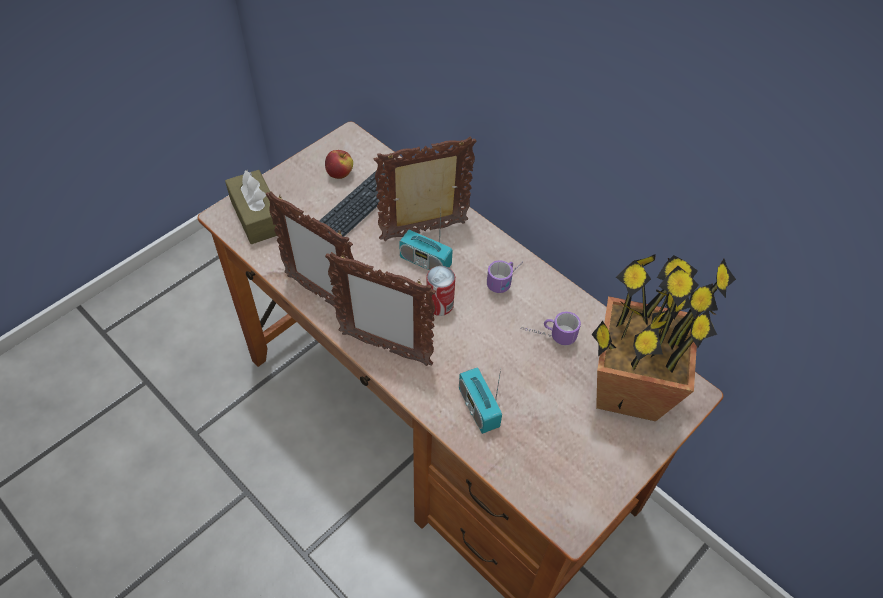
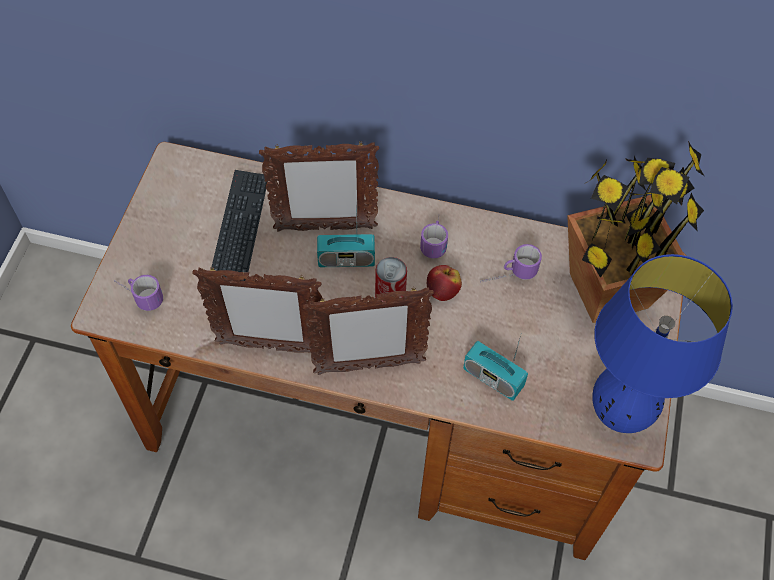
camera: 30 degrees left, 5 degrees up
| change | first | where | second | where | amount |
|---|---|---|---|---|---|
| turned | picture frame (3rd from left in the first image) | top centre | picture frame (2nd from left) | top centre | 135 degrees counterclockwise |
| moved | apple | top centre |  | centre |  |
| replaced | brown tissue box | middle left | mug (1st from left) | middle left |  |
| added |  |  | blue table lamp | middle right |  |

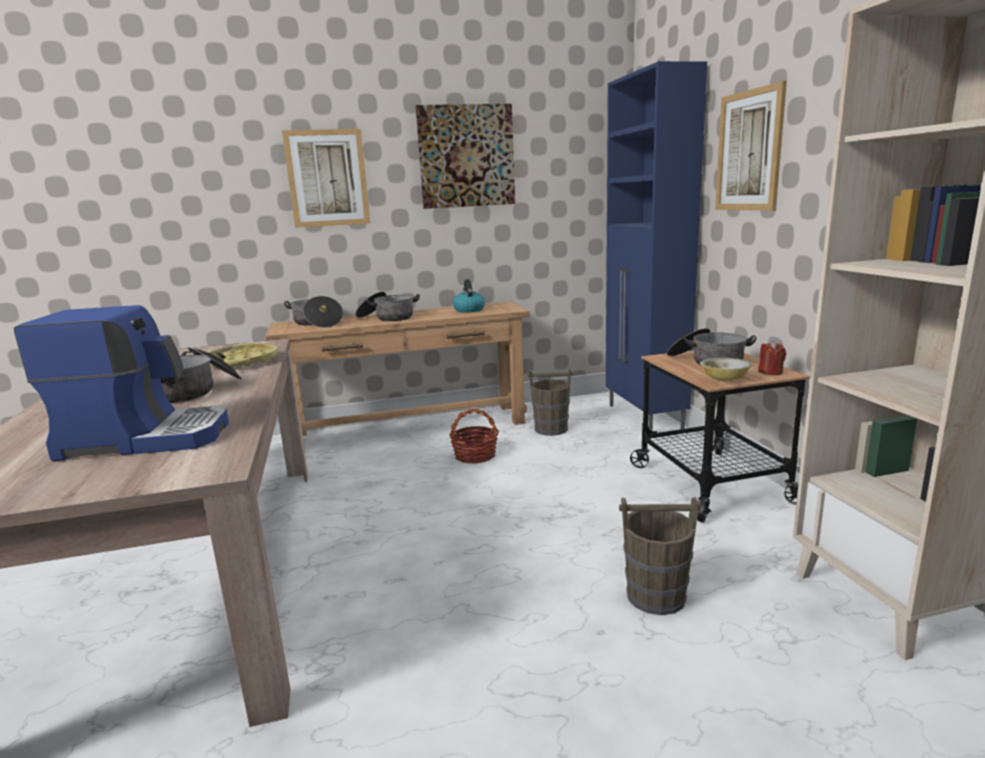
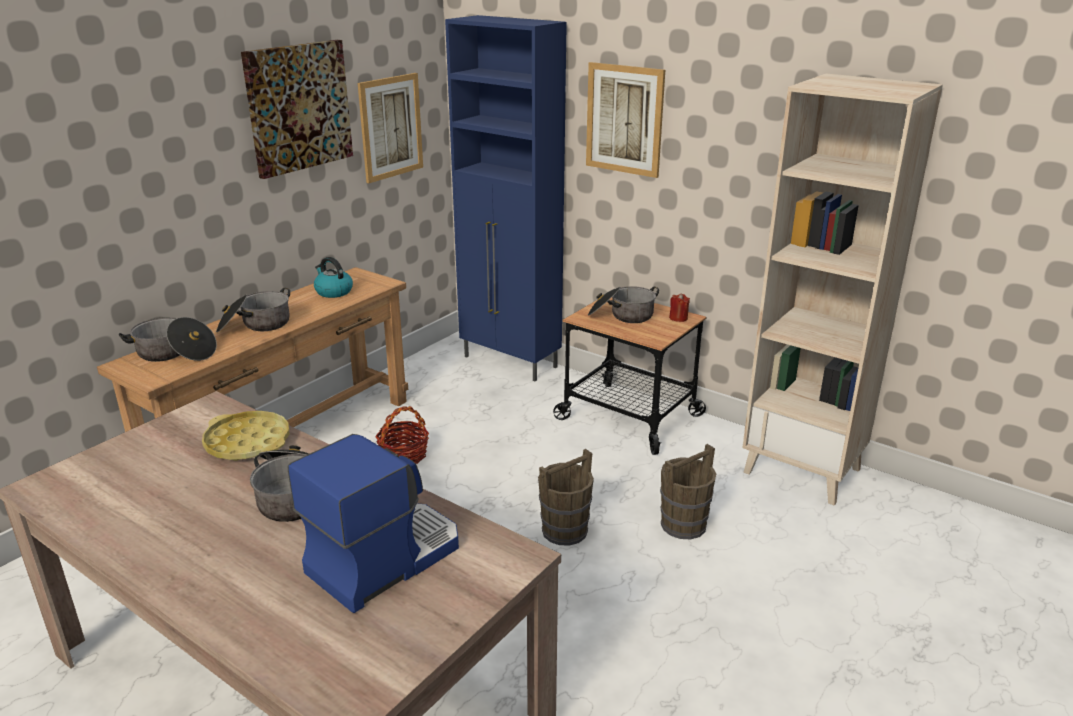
camera: 40 degrees left, 10 degrees up
| change | first | where | second | where | amount |
|---|---|---|---|---|---|
| moved | picture (1st from left in the first image) | top left | picture (2nd from left) | top centre |  |
| removed | bowl | middle right |  |  |  |
| moved | brown bucket (1st from left) | centre |  | bottom centre |  |

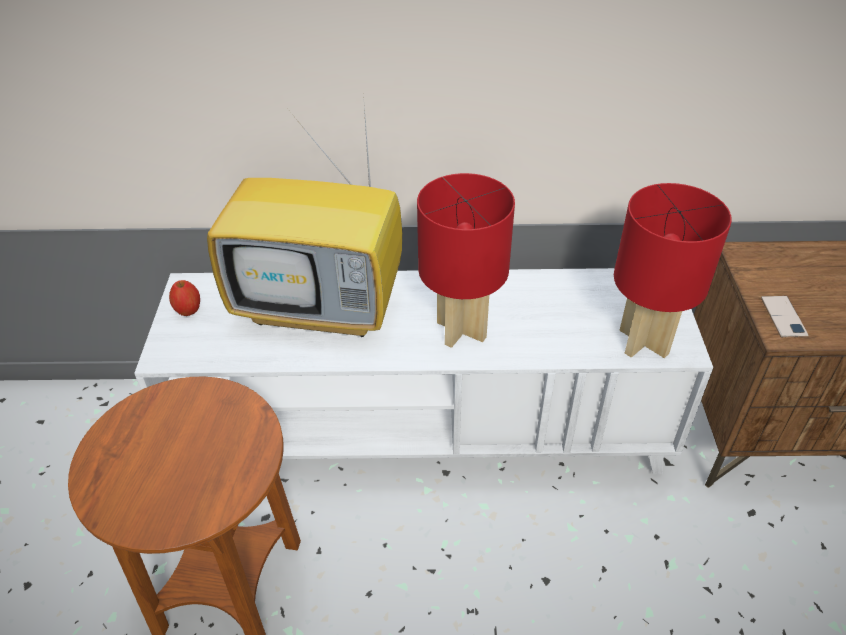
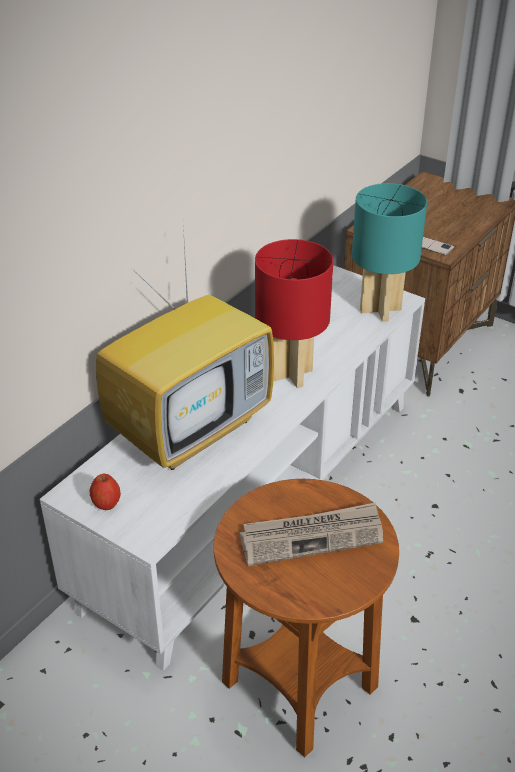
camera: 55 degrees left, 5 degrees down
| change | first | where | second | where | amount |
|---|---|---|---|---|---|
| recoloured | red table lamp (2nd from left) | middle right | turquoise table lamp | top right |  |
| added |  |  | newspaper | bottom centre |  |

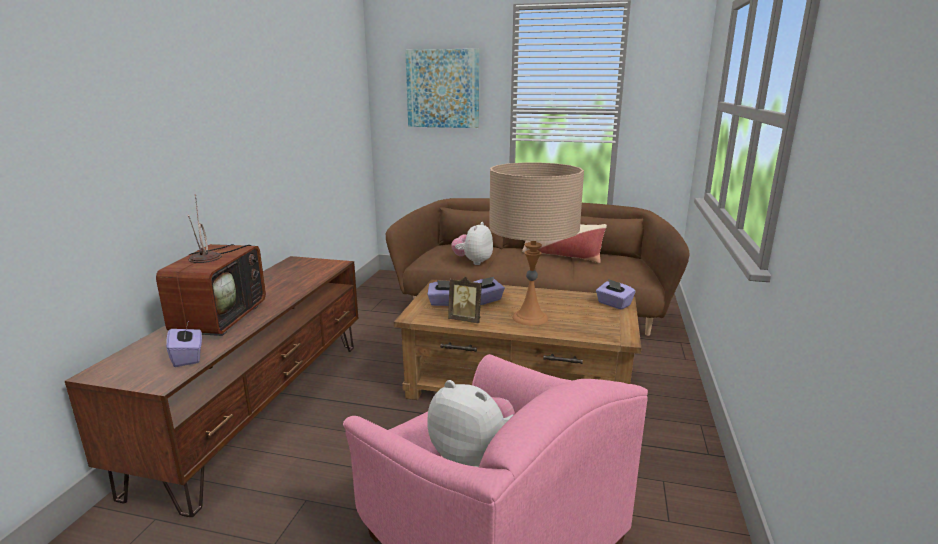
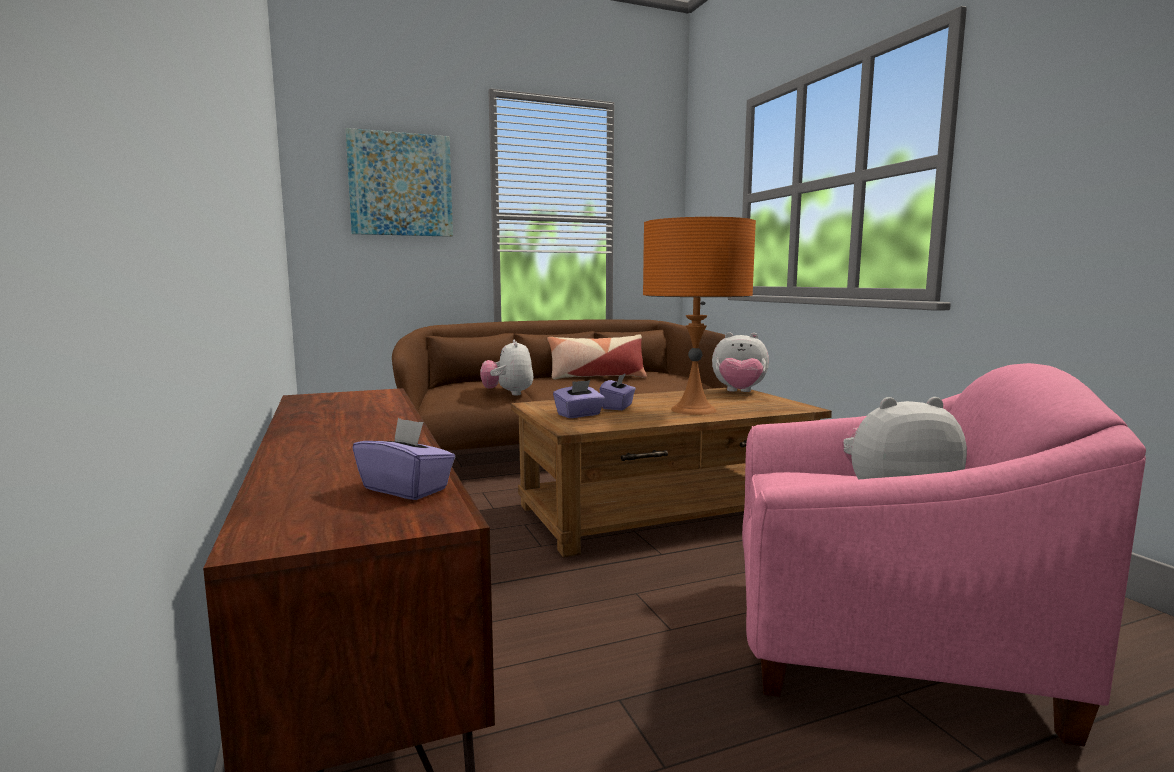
camera: 35 degrees left, 10 degrees down
| change | first | where | second | where | amount |
|---|---|---|---|---|---|
| recoloured | beige table lamp | centre | orange table lamp | centre |  |
| removed | television | middle left |  |  |  |
| removed | picture frame | centre |  |  |  |
| replaced | purple tissue box (4th from left) | centre | plush toy (2nd from left) | centre |  |

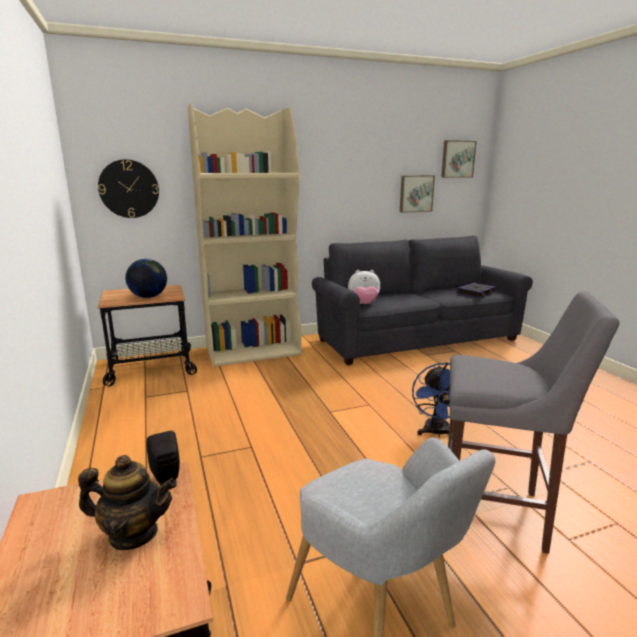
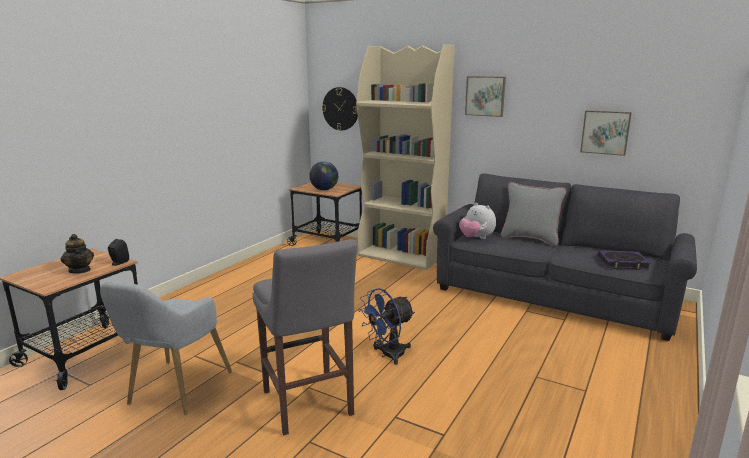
camera: 50 degrees right, 0 degrees up
| change | first | where | second | where | amount |
|---|---|---|---|---|---|
| moved | picture (2nd from left in the first image) | top right | picture (1st from left) | top centre |  |
| added |  |  | grey pillow | middle right |  |

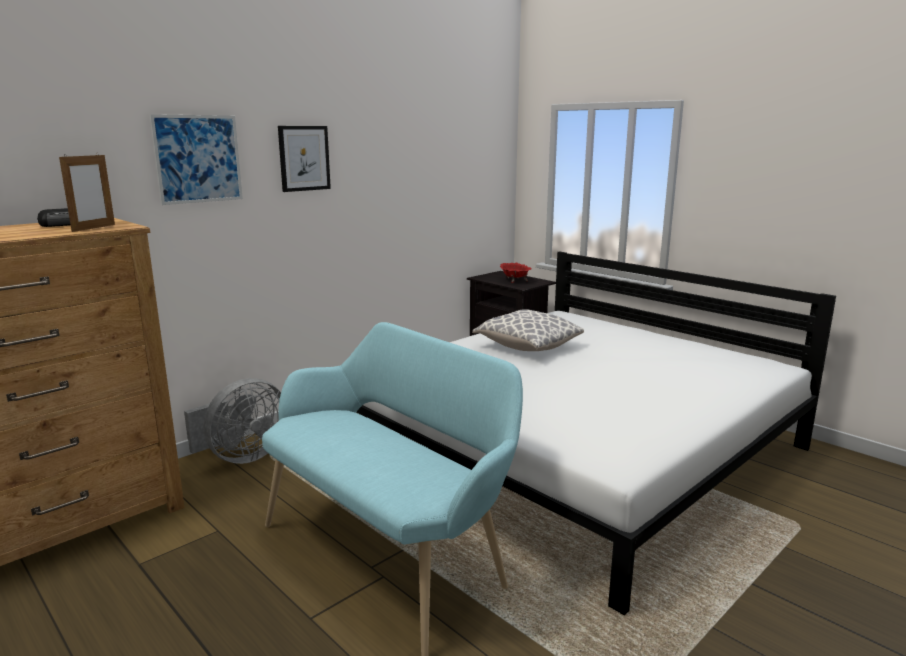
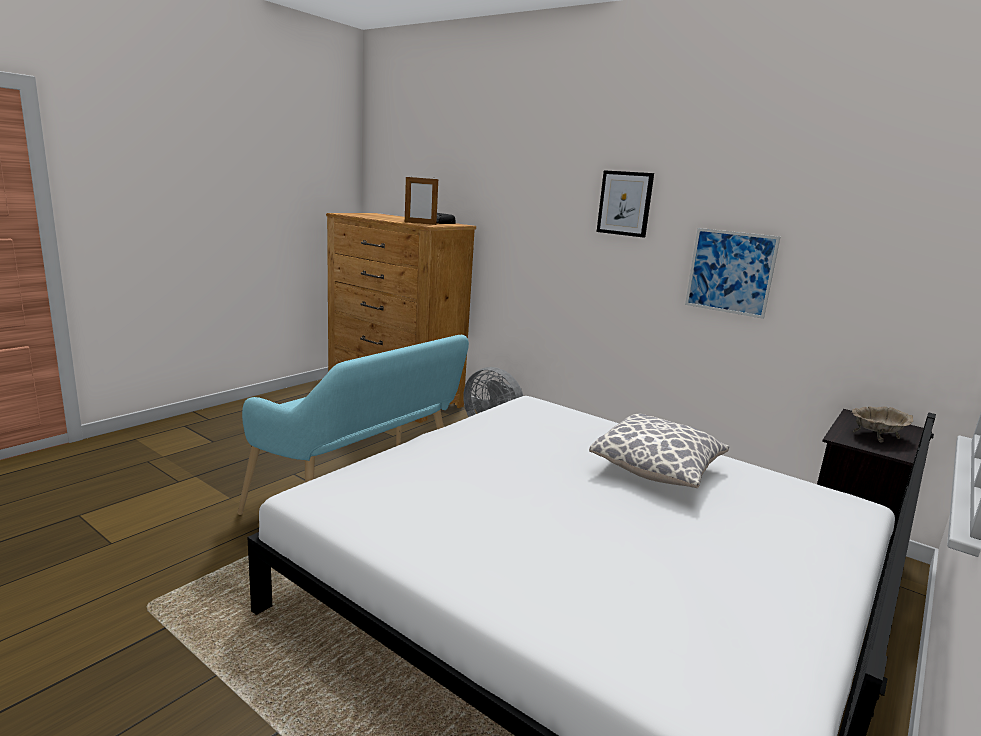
camera: 80 degrees right, 0 degrees up
| change | first | where | second | where | amount |
|---|---|---|---|---|---|
| moved | picture (1st from left in the first image) | top left | picture (2nd from left) | middle right |  |
| recoloured | red bowl | centre | beige bowl | middle right |  |

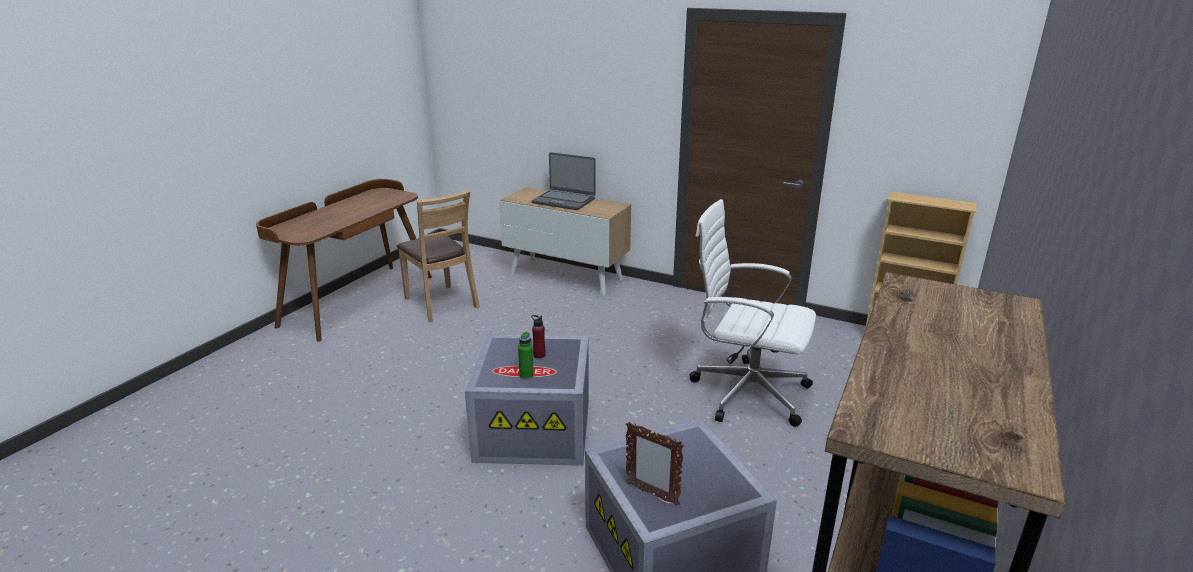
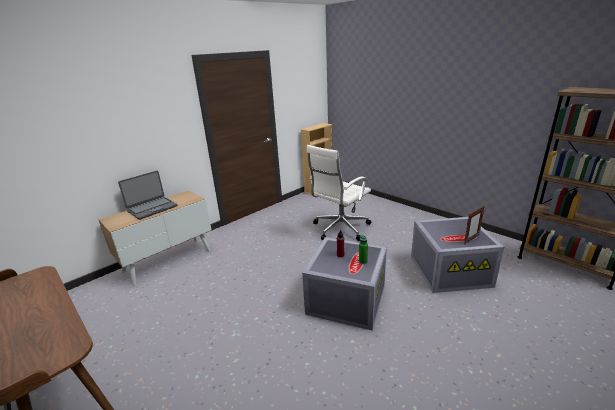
camera: 70 degrees left, 0 degrees up
| change | first | where | second | where | amount |
|---|---|---|---|---|---|
| removed | brown chair | centre |  |  |  |

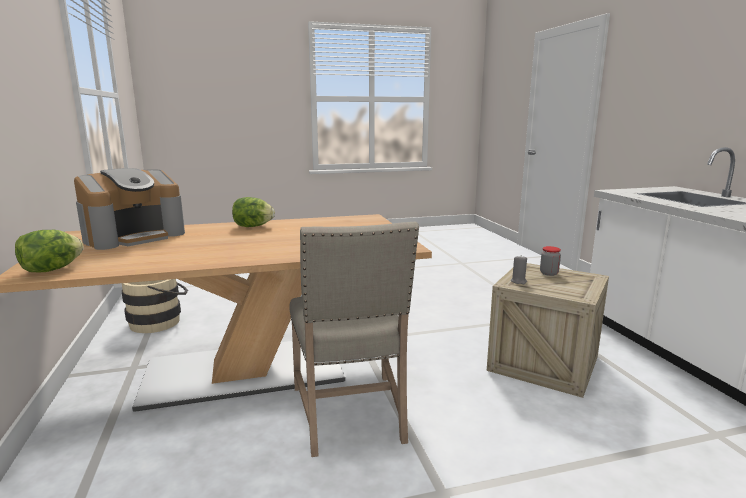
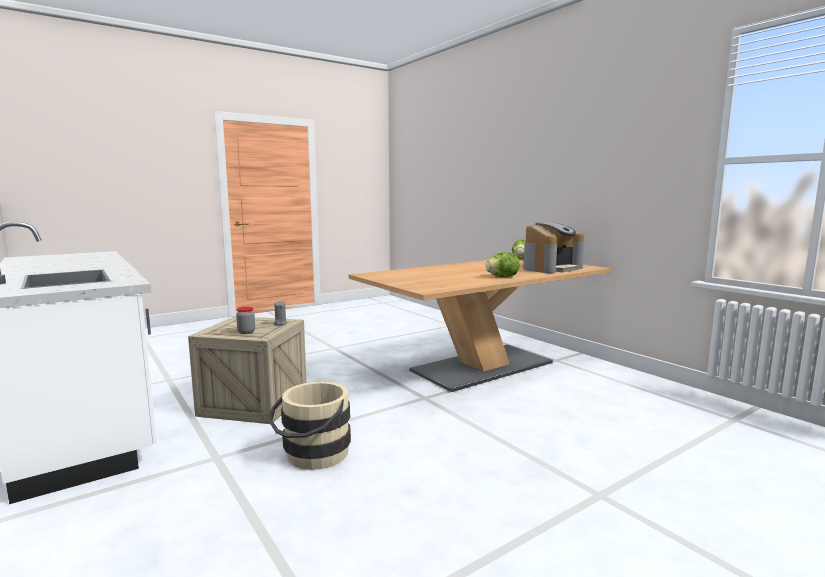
camera: 160 degrees right, 5 degrees down
| change | first | where | second | where | amount |
|---|---|---|---|---|---|
| turned | coffee machine | middle left |  | middle right | 150 degrees counterclockwise |
| removed | beige chair | bottom centre |  |  |  |
| moved | beige bucket | middle left |  | bottom centre |  |

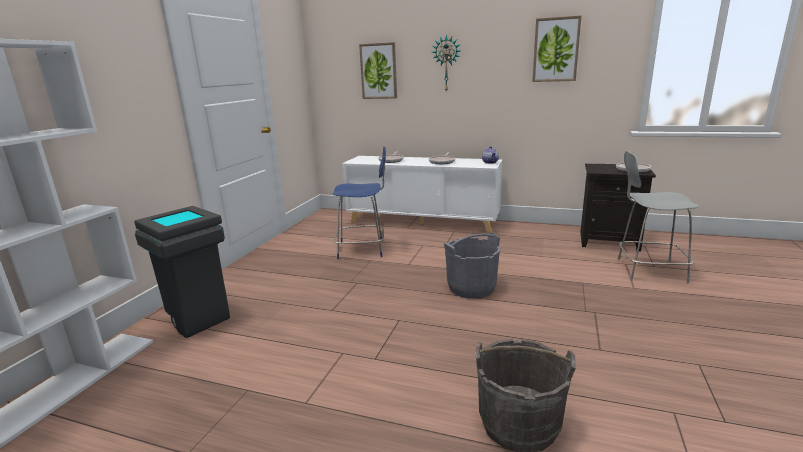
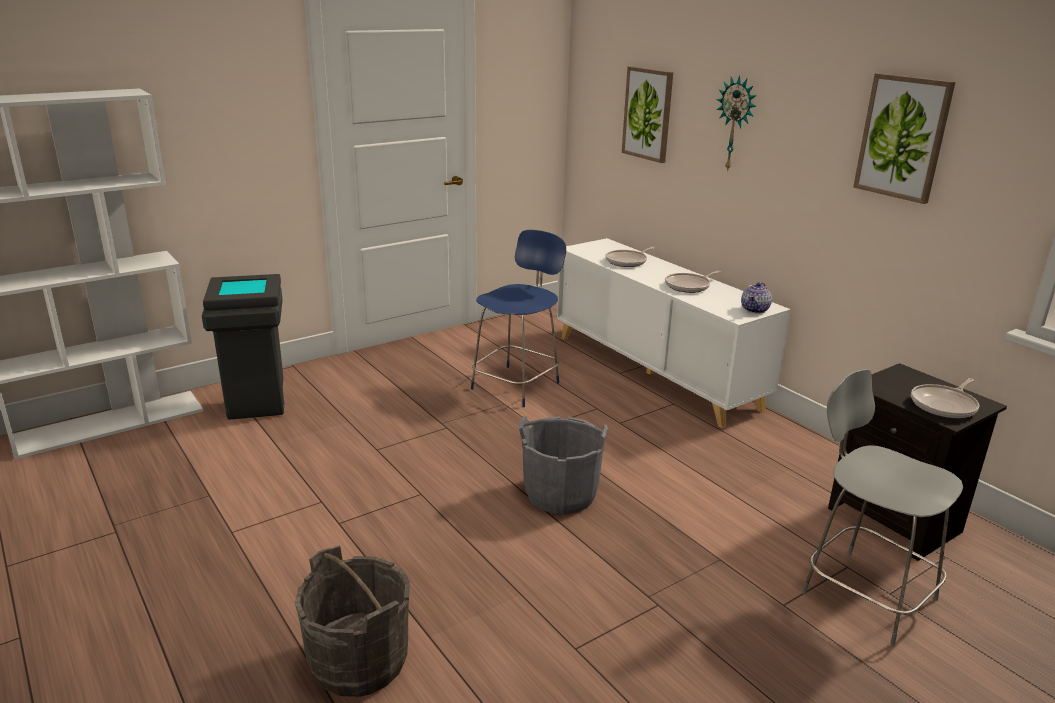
camera: 35 degrees right, 5 degrees up
| change | first | where | second | where | amount |
|---|---|---|---|---|---|
| turned | blue chair | centre |  | centre | 90 degrees counterclockwise |

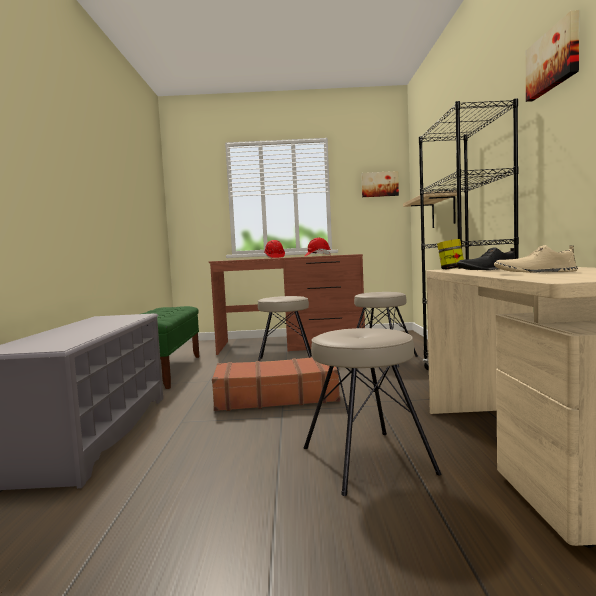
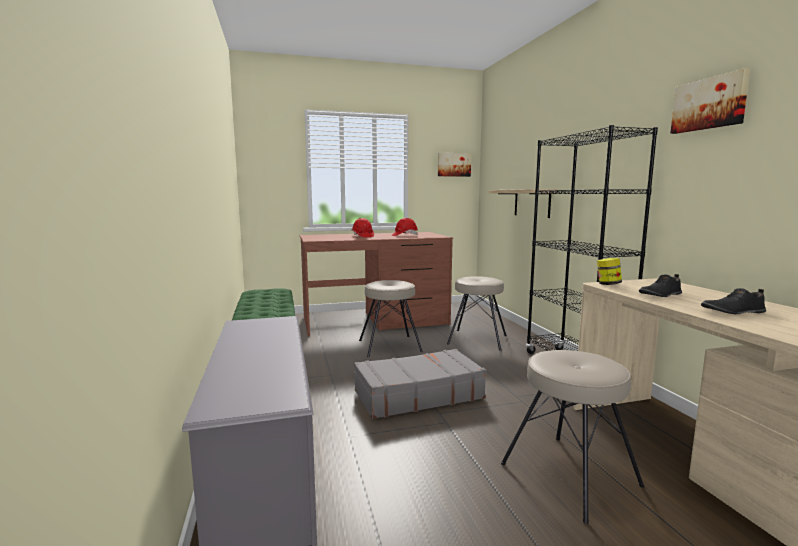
camera: 15 degrees left, 5 degrees up
| change | first | where | second | where | amount |
|---|---|---|---|---|---|
| recoloured | beige shoe | middle right | black shoe (2nd from left) | middle right |  |
| recoloured | brown suitcase | centre | grey suitcase | bottom centre |  |

